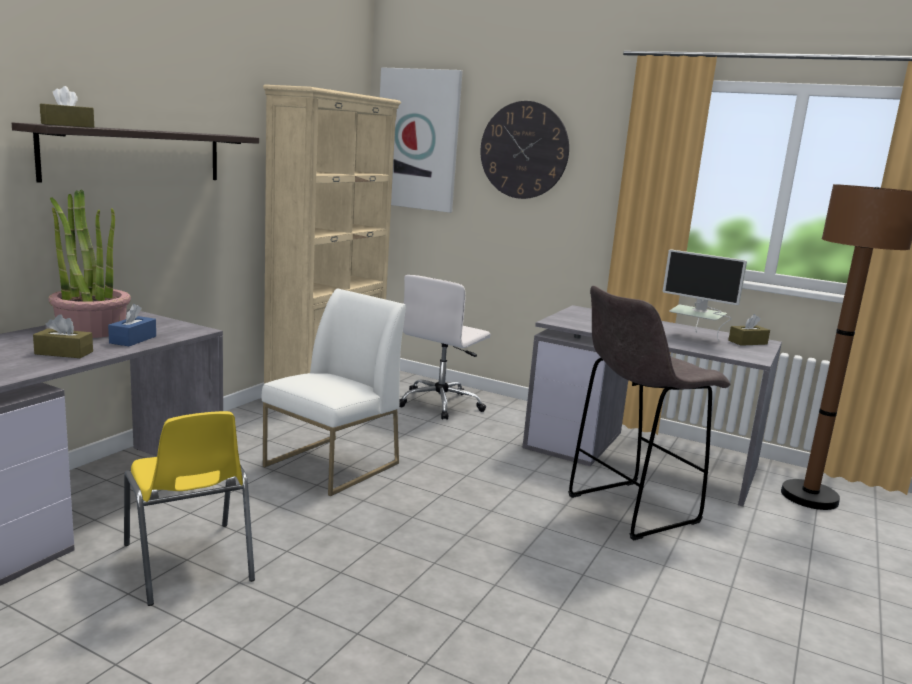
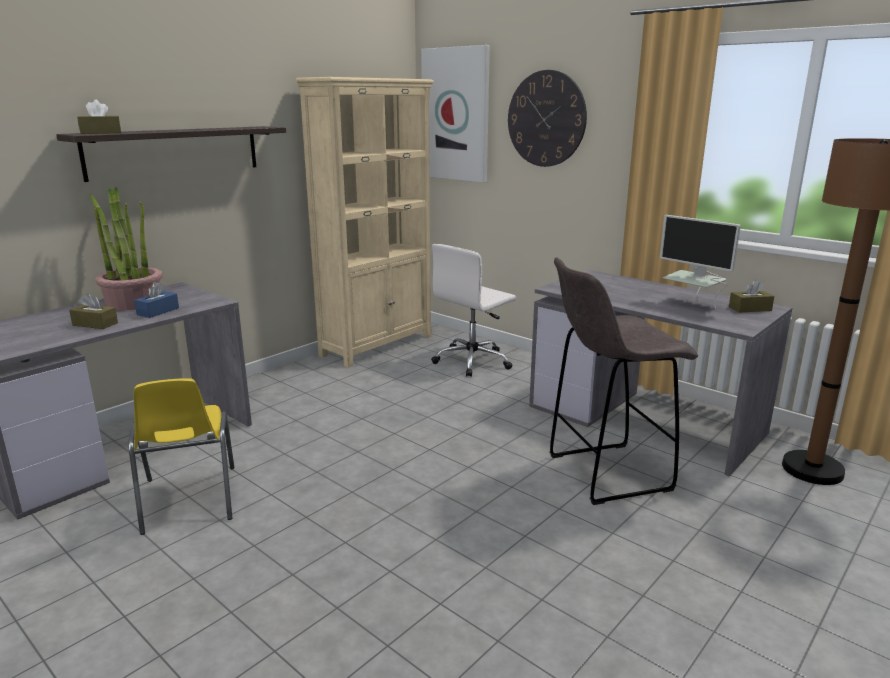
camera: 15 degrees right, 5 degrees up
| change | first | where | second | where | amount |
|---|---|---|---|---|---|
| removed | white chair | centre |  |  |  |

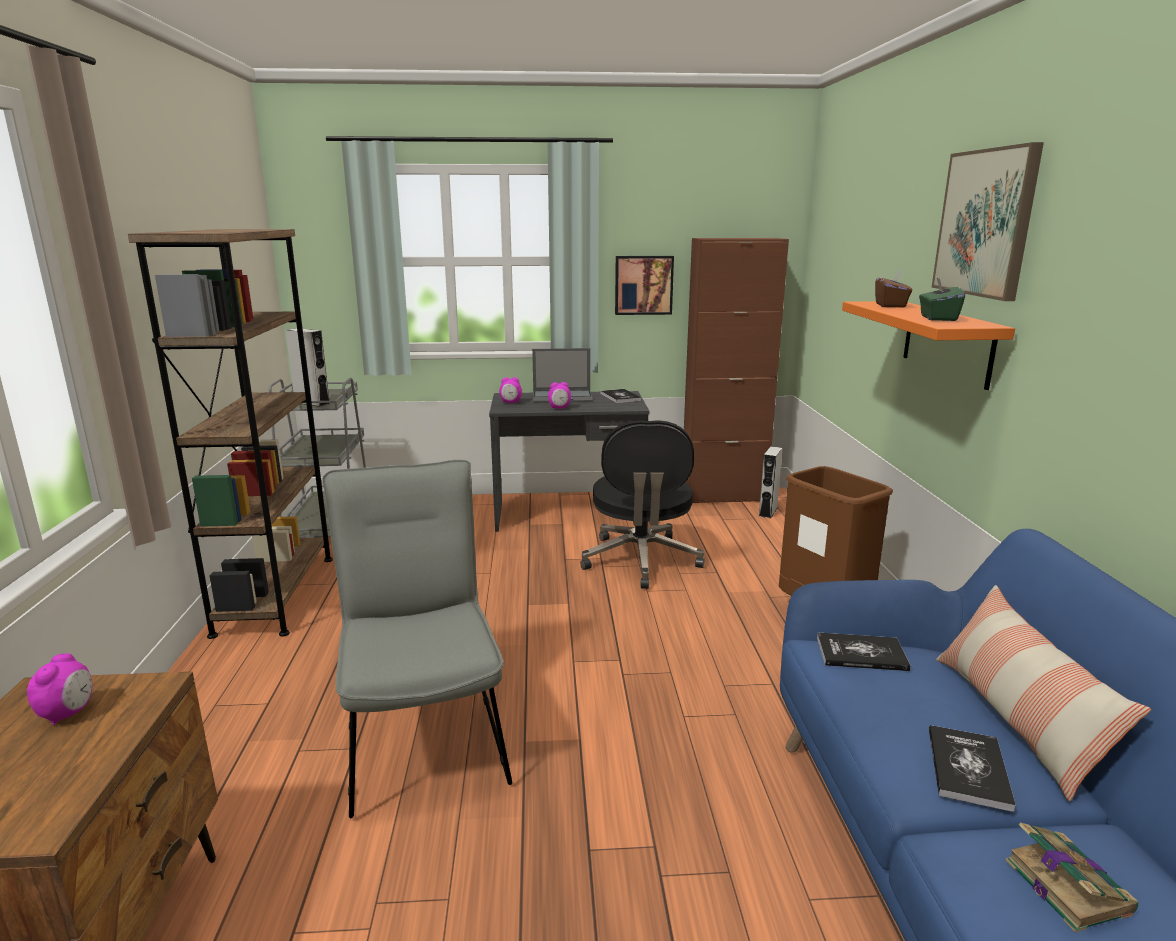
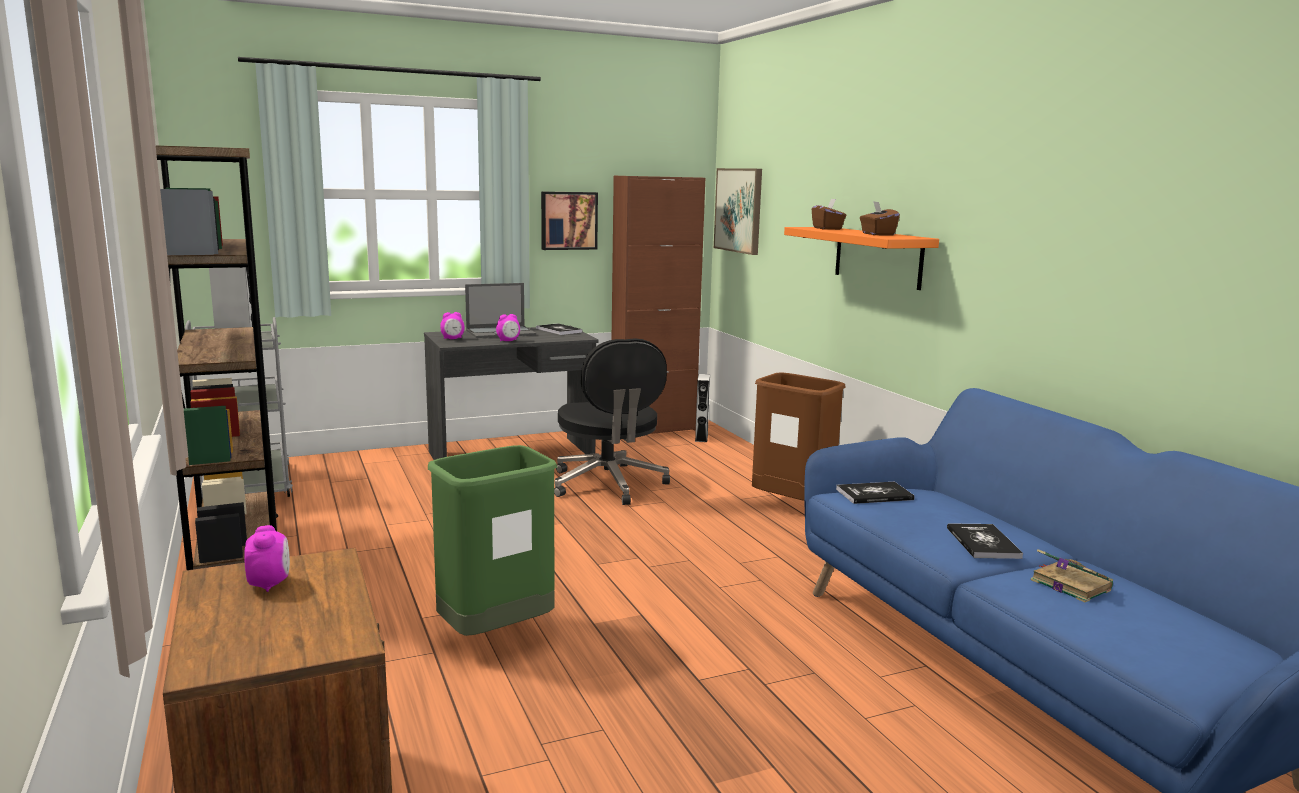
camera: 20 degrees left, 5 degrees down
| change | first | where | second | where | amount |
|---|---|---|---|---|---|
| moved | picture (2nd from left) | top right |  | top centre |  |
| recoloured | green tissue box | top right | brown tissue box (2nd from left) | top right |  |
| replaced | grey chair | bottom centre | green trash can | bottom centre |  |
| removed | pillow | bottom right |  |  |  |

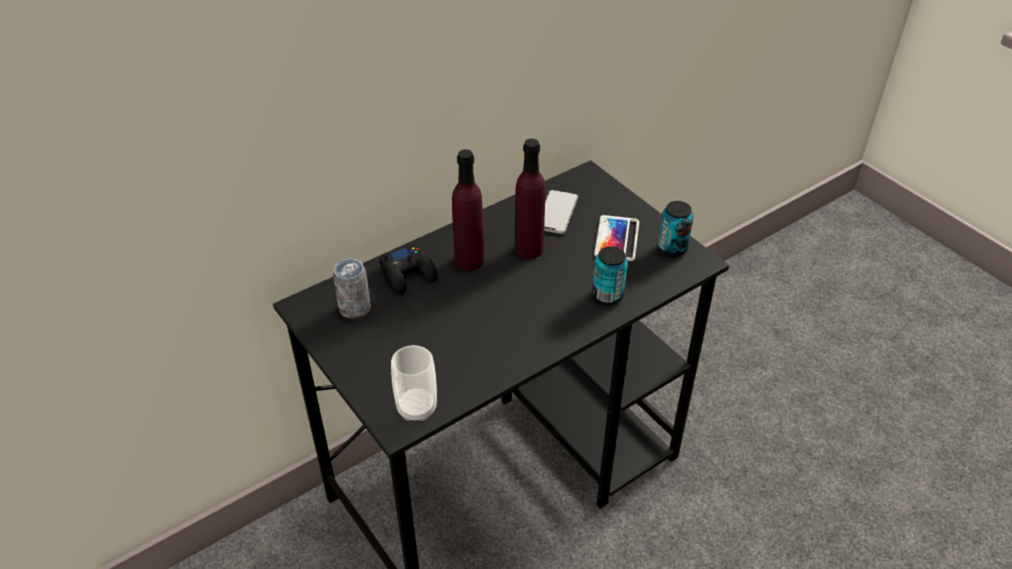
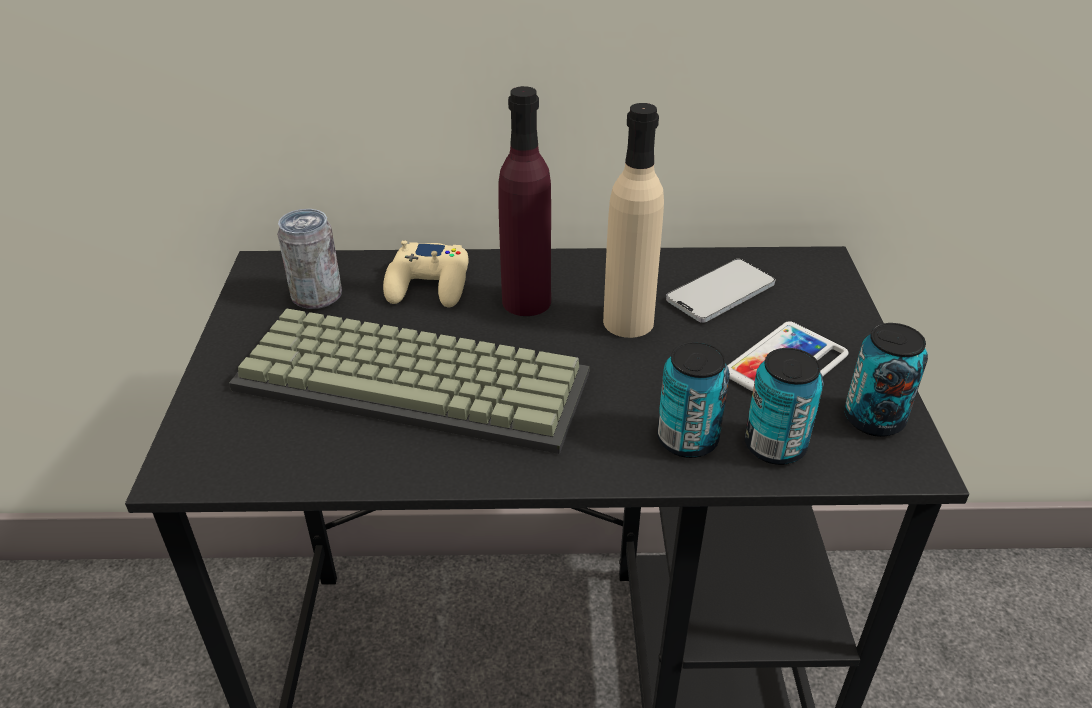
camera: 35 degrees right, 5 degrees down
| change | first | where | second | where | amount |
|---|---|---|---|---|---|
| recoloured | purple bottle (2nd from left) | centre | beige bottle | top centre |  |
| recoloured | black game controller | centre | beige game controller | centre |  |
| removed | cup | bottom centre |  |  |  |
| added |  |  | keyboard | centre |  |
| added |  |  | can (3rd from left) | middle right |  |

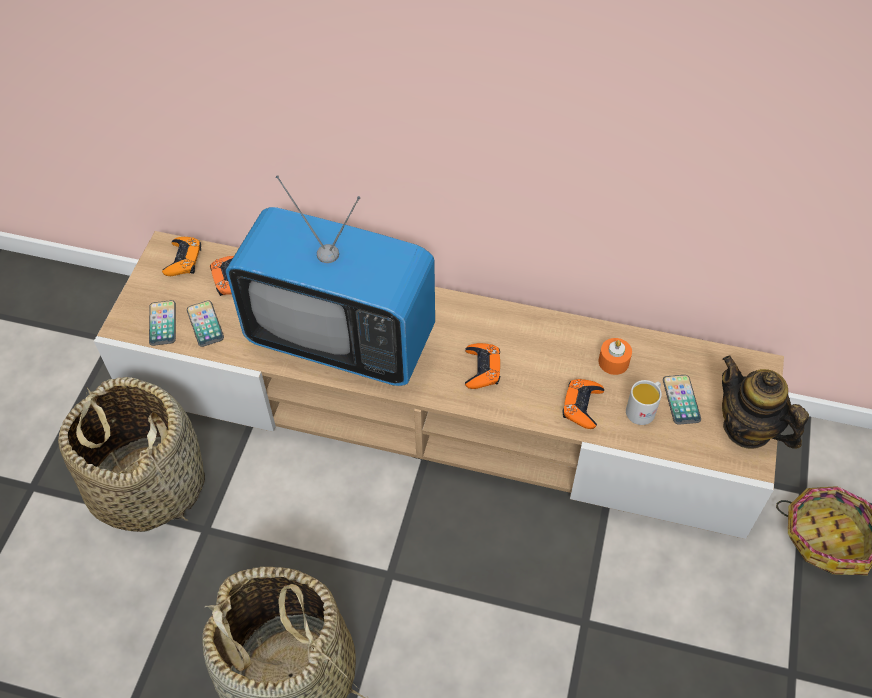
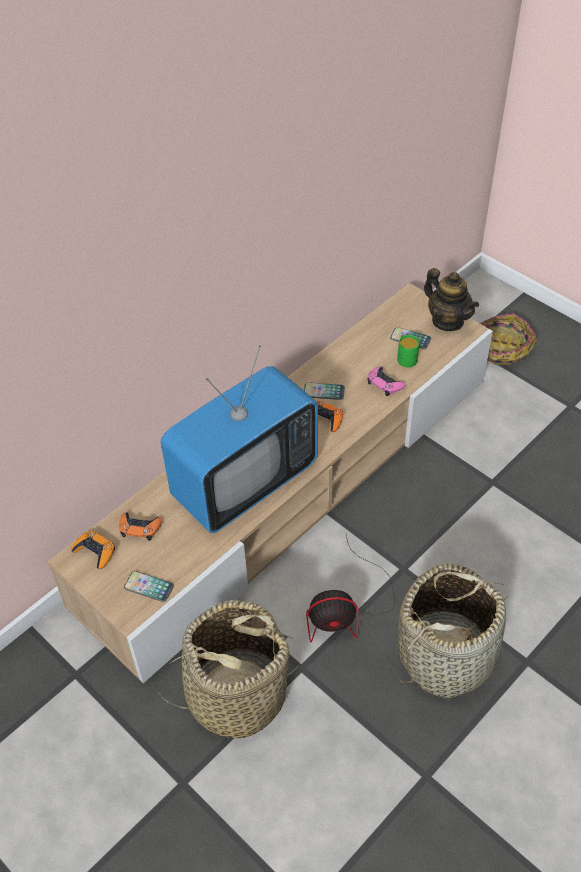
camera: 60 degrees left, 5 degrees down
| change | first | where | second | where | amount |
|---|---|---|---|---|---|
| moved | phone (2nd from left) | middle left |  | centre |  |
| removed | orange candle | middle right |  |  |  |
| turned | teapot | middle right |  | middle right | 120 degrees counterclockwise |
| recoloured | orange game controller (4th from left) | middle right | pink game controller | centre |  |
| recoloured | white mug | middle right | green mug | middle right |  |
| added |  |  | fan | bottom centre |  |

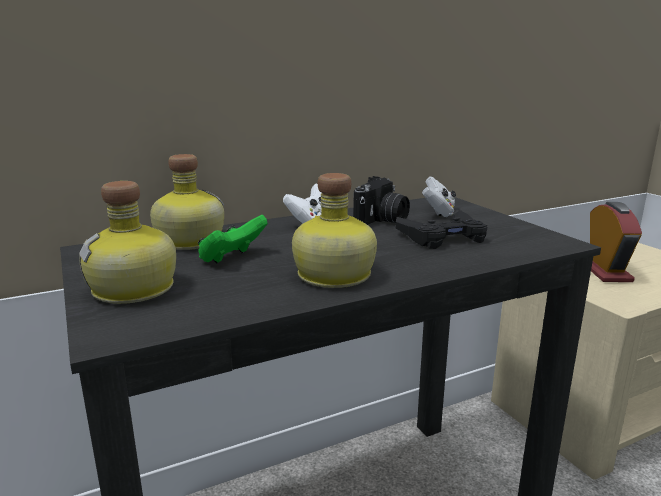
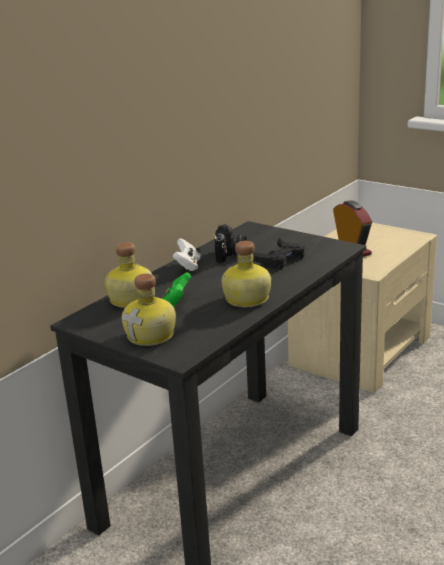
camera: 25 degrees left, 5 degrees up
| change | first | where | second | where | amount |
|---|---|---|---|---|---|
| removed | white game controller (2nd from left) | centre |  |  |  |

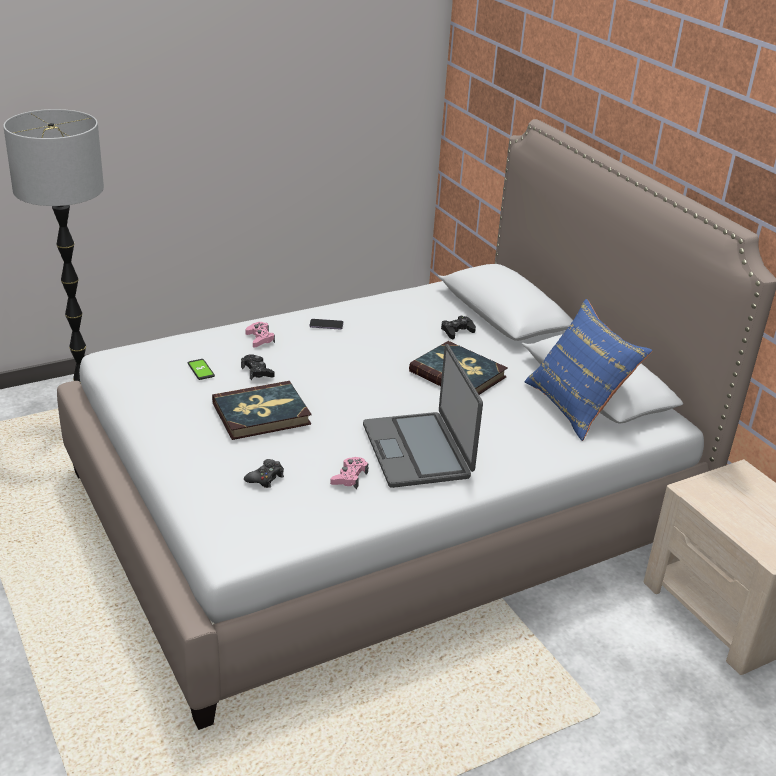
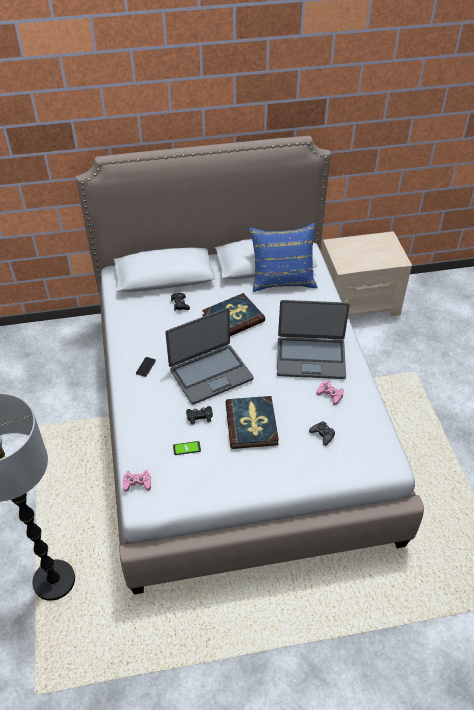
camera: 70 degrees left, 15 degrees up
| change | first | where | second | where | amount |
|---|---|---|---|---|---|
| moved | pink game controller (1st from left) | centre |  | bottom left |  |
| added |  |  | laptop (1st from left) | centre |  |

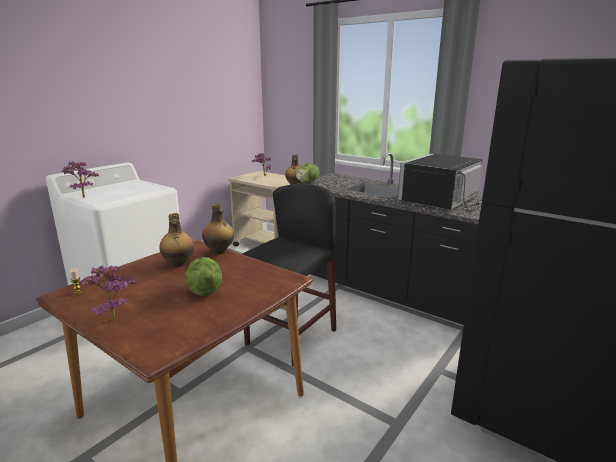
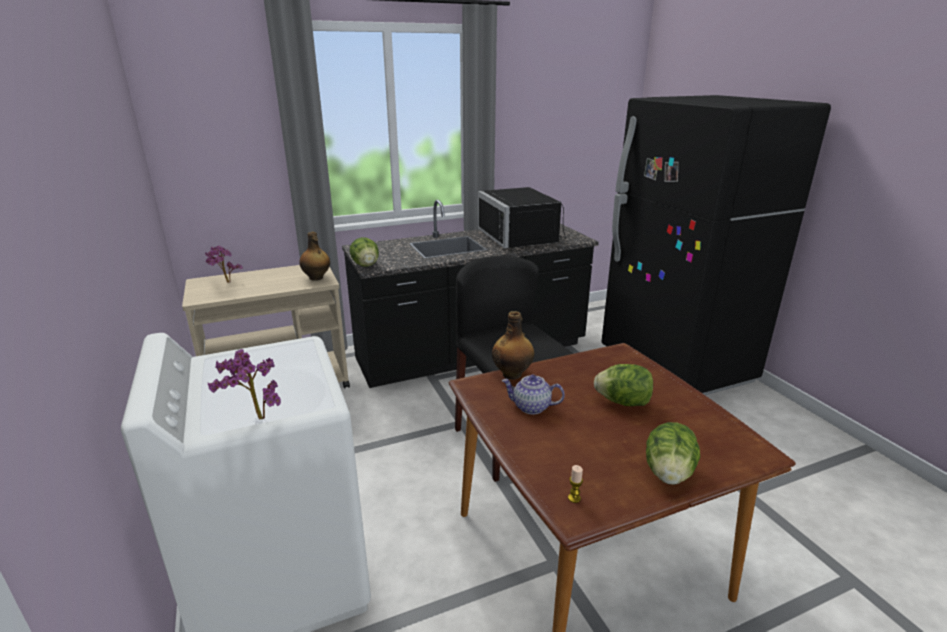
camera: 60 degrees left, 5 degrees up
| change | first | where | second | where | amount |
|---|---|---|---|---|---|
| replaced | bottle (1st from left) | middle left | teapot | centre |  |
| replaced | potted plant (2nd from left) | middle left | lettuce (3rd from left) | bottom right |  |

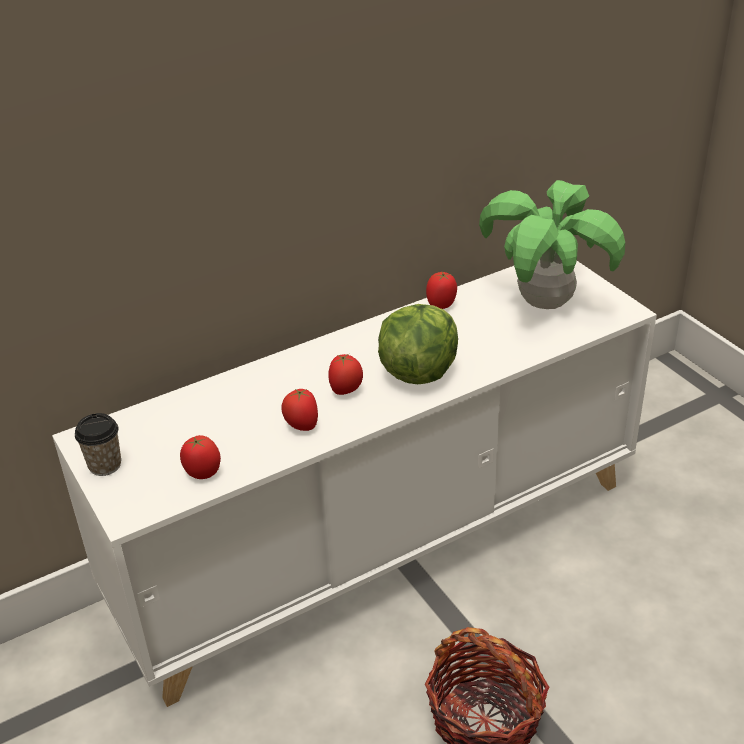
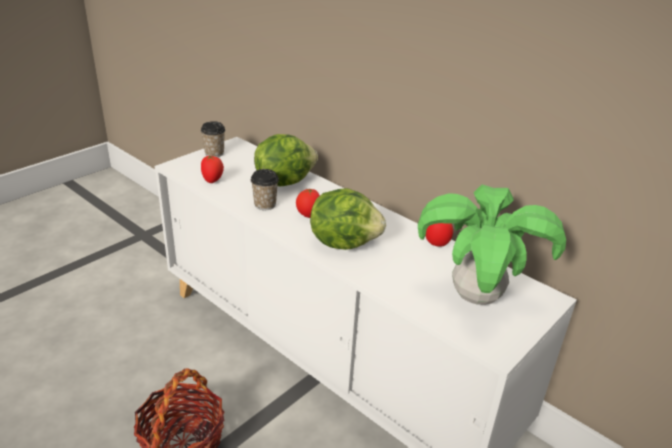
camera: 70 degrees right, 5 degrees down
| change | first | where | second | where | amount |
|---|---|---|---|---|---|
| replaced | tomato (2nd from left) | centre | cup (2nd from left) | centre |  |
| added |  |  | lettuce (1st from left) | centre |  |

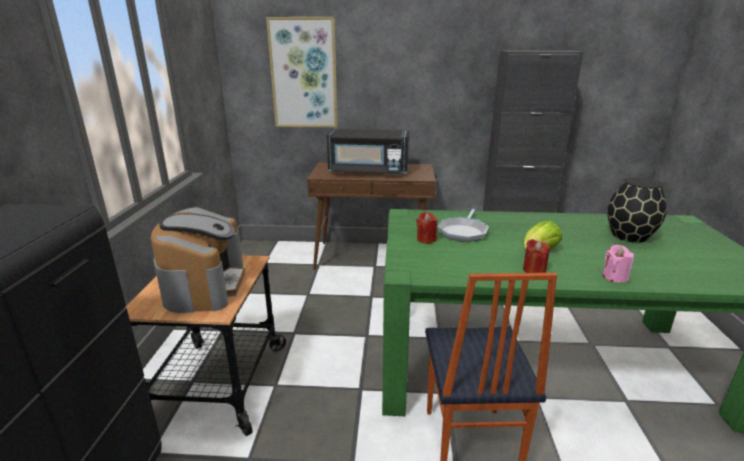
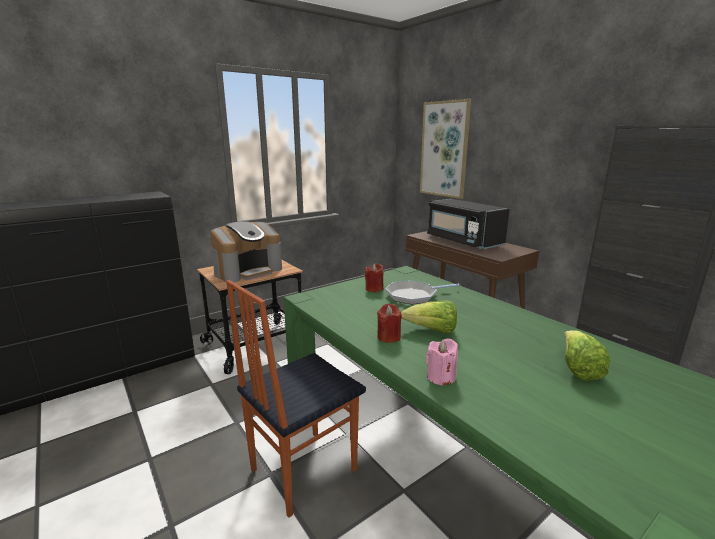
camera: 50 degrees right, 5 degrees down
| change | first | where | second | where | amount |
|---|---|---|---|---|---|
| replaced | black vase | middle right | lettuce (2nd from left) | middle right |  |

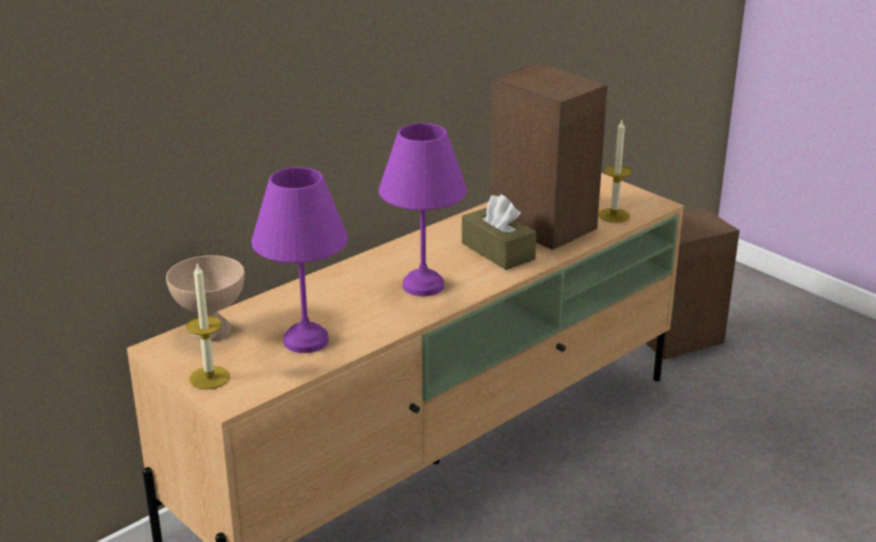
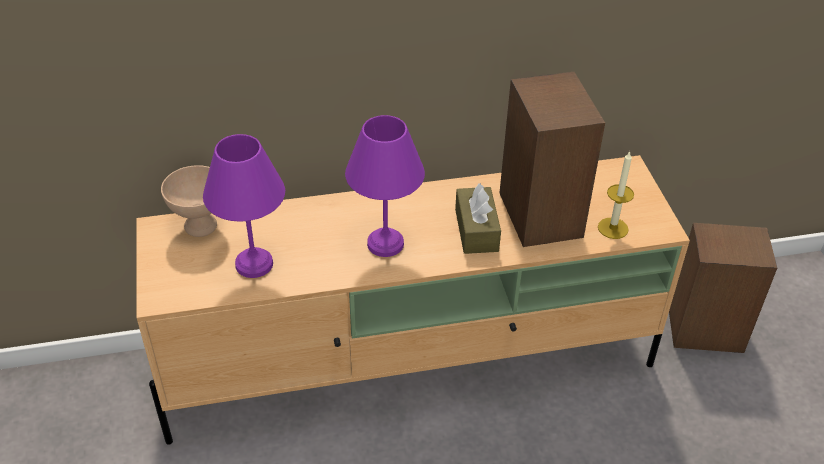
camera: 30 degrees right, 15 degrees up
| change | first | where | second | where | amount |
|---|---|---|---|---|---|
| removed | candle (1st from left) | middle left |  |  |  |

